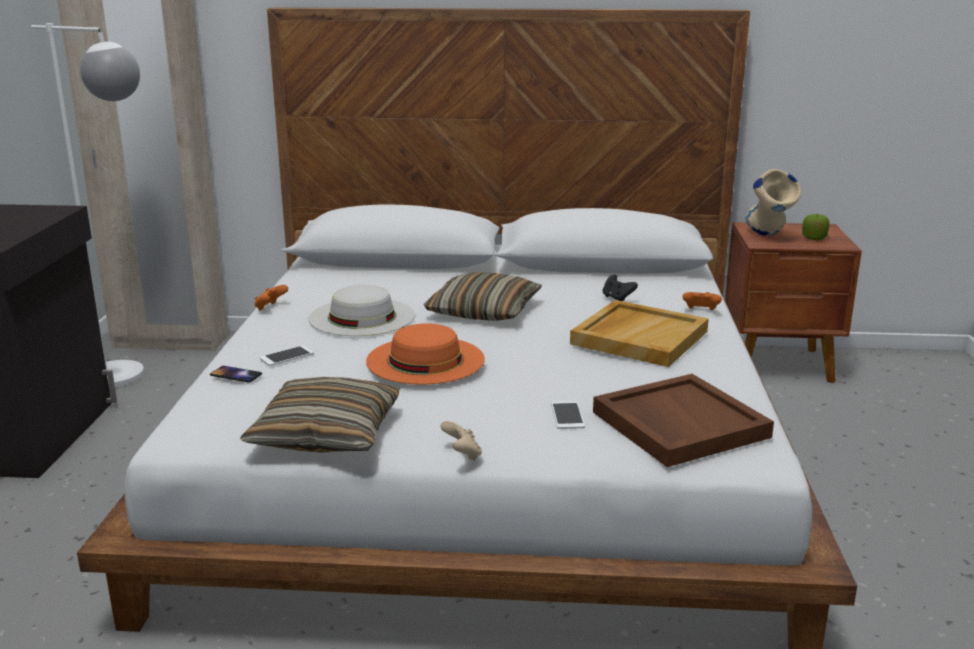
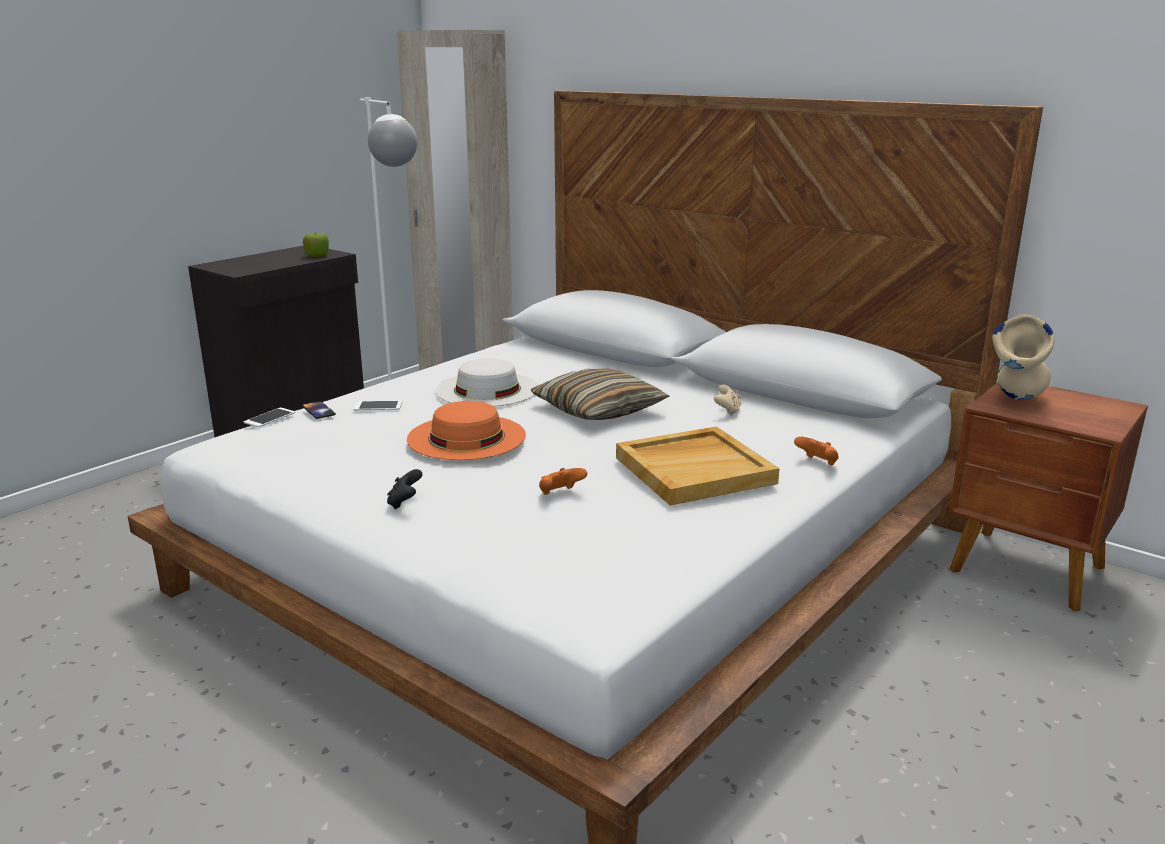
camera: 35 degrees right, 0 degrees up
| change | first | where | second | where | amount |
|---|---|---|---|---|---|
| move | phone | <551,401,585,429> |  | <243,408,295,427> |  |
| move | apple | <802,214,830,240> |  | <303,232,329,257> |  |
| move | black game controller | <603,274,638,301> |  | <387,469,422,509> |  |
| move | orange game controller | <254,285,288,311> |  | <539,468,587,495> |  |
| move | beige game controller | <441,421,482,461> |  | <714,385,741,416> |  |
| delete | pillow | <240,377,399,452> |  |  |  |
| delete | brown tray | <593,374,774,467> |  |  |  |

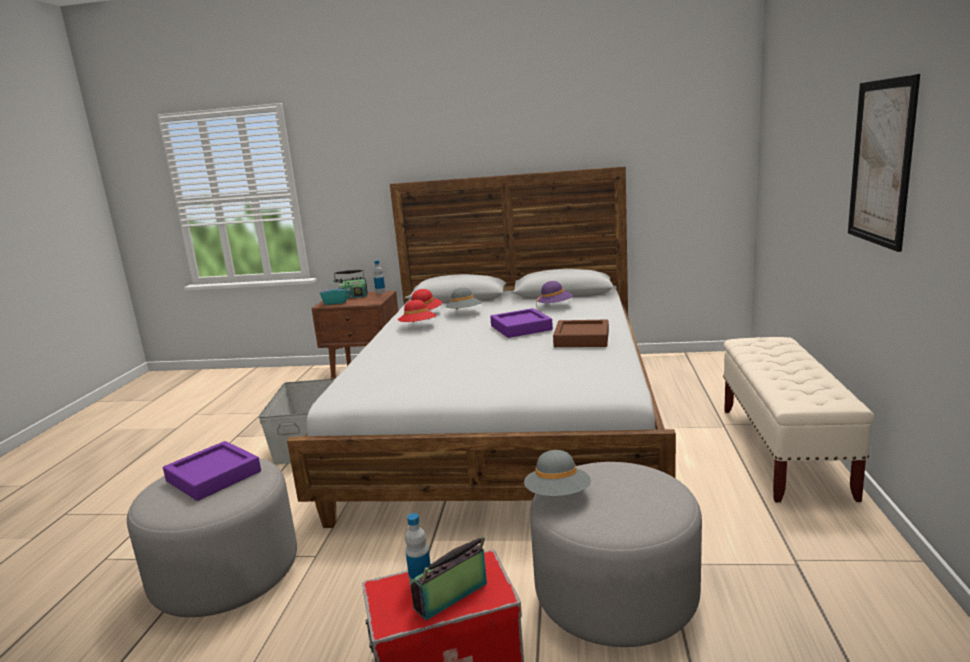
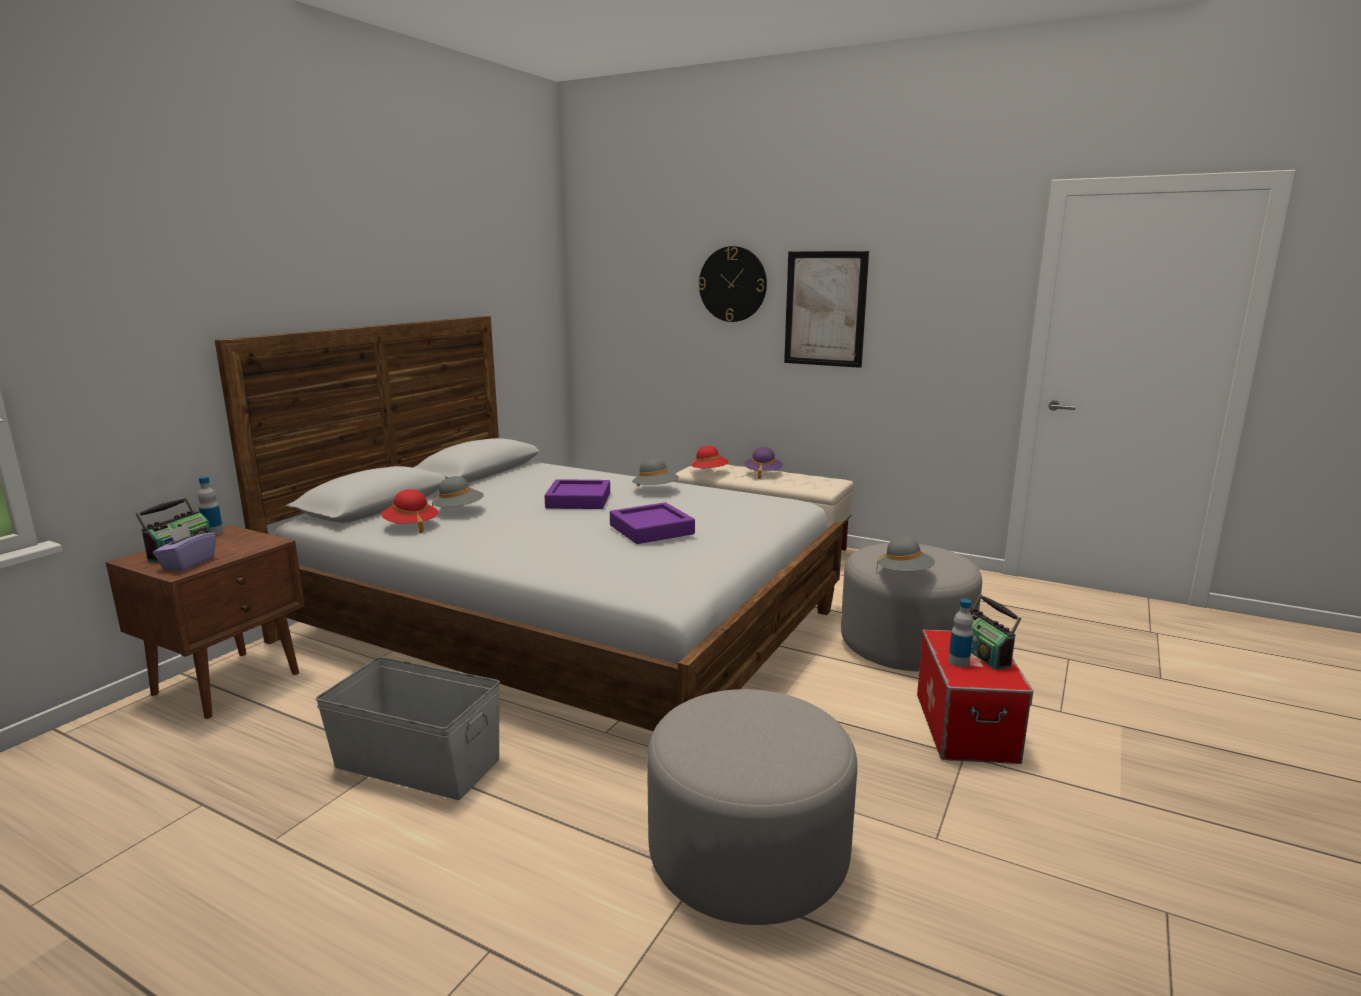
camera: 70 degrees left, 0 degrees up
| change | first | where | second | where | amount |
|---|---|---|---|---|---|
| recolor | turquoise tissue box | <320,282,348,305> | purple tissue box | <153,524,216,571> |  |
| move | purple tray | <163,441,261,501> |  | <610,502,695,544> |  |
| replace | brown tray | <553,319,609,347> | grey hat | <632,458,679,487> |  |
| move | red hat | <398,300,436,322> |  | <690,446,729,472> |  |
| insert |  |  | wall clock | <698,246,767,322> |  |
| move | purple hat | <536,281,573,307> |  | <744,447,783,479> |  |

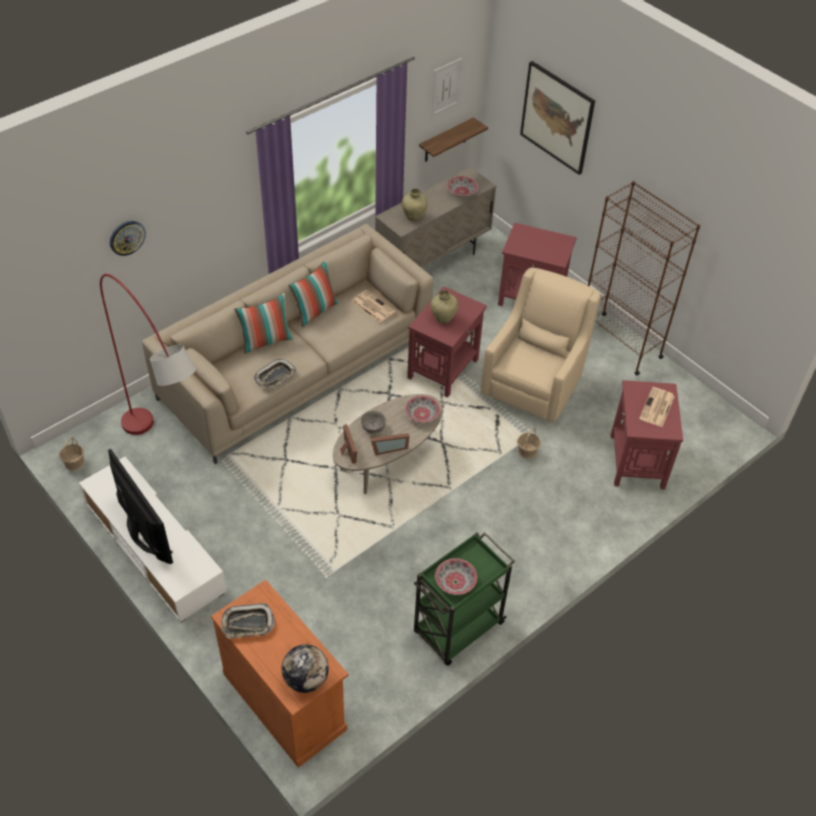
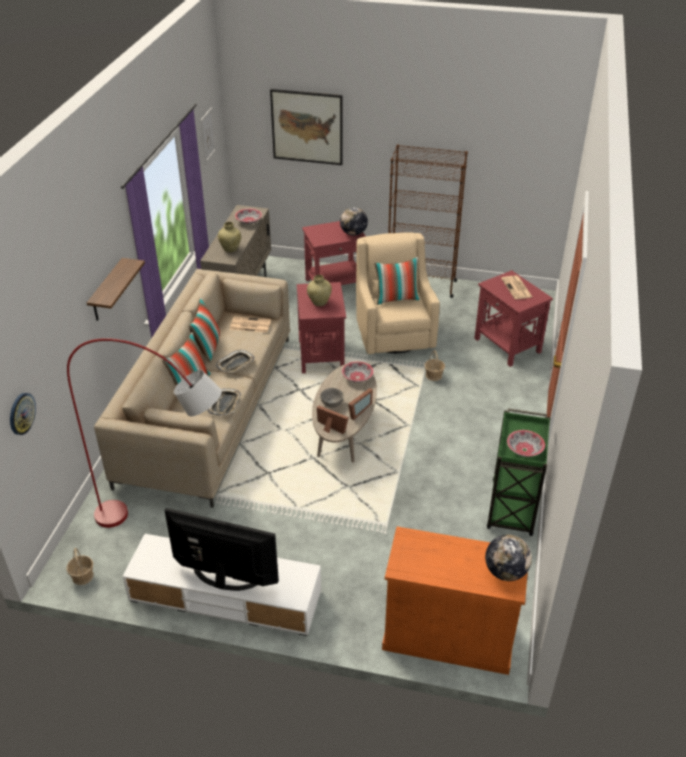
camera: 35 degrees left, 10 degrees down
| change | first | where | second | where | amount |
|---|---|---|---|---|---|
| move | wall clock | <110,221,146,256> |  | <10,393,36,435> |  |
| move | shelf | <419,117,488,162> |  | <87,258,145,321> |  |
| move | tray | <221,603,275,638> |  | <216,350,255,373> |  |
| insert |  |  | globe | <340,207,368,236> |  |
| insert |  |  | pillow | <374,257,420,305> |  |

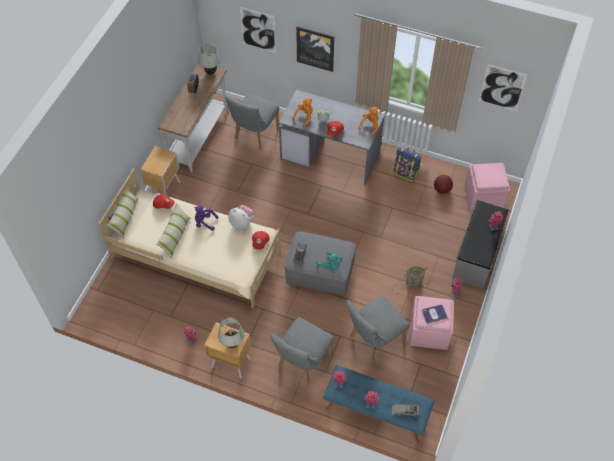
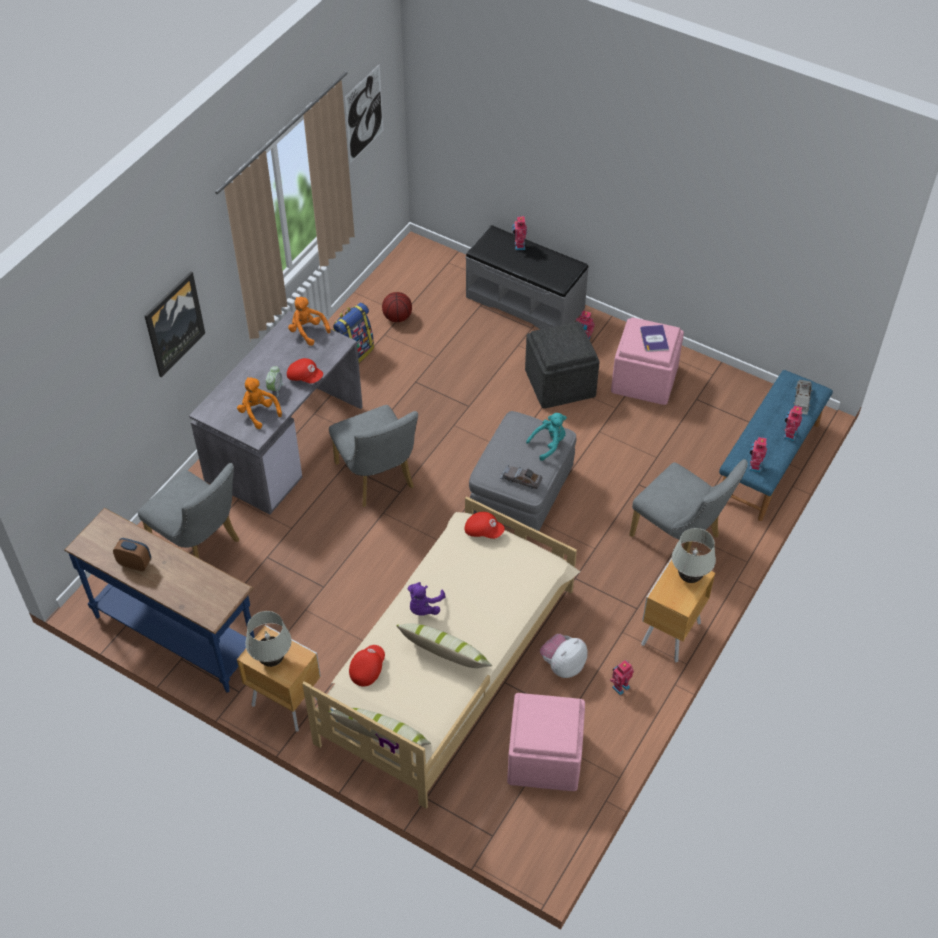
camera: 80 degrees left, 5 degrees down
| change | first | where | second | where | amount |
|---|---|---|---|---|---|
| recolor | white console table | <158,63,228,173> | blue console table | <64,508,255,693> |  |
| move | white table lamp | <198,44,220,74> |  | <245,611,291,667> |  |
| move | grey chair | <346,295,409,362> |  | <329,405,418,507> |  |
| move | pink ottoman | <465,163,510,211> |  | <507,693,585,791> |  |
| replace | basket | <391,266,429,291> | grey ottoman | <525,321,599,409> |  |
| move | plush toy | <228,205,254,230> |  | <540,634,587,678> |  |
| delete | picture | <240,7,276,53> |  |  |  |

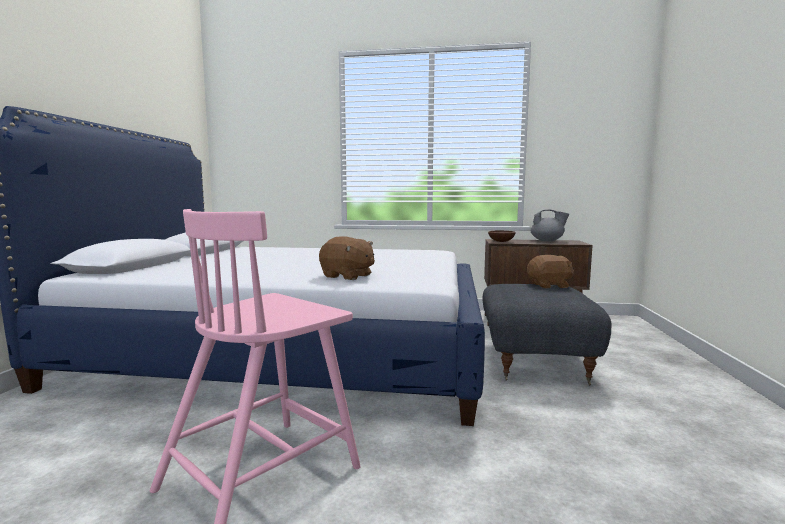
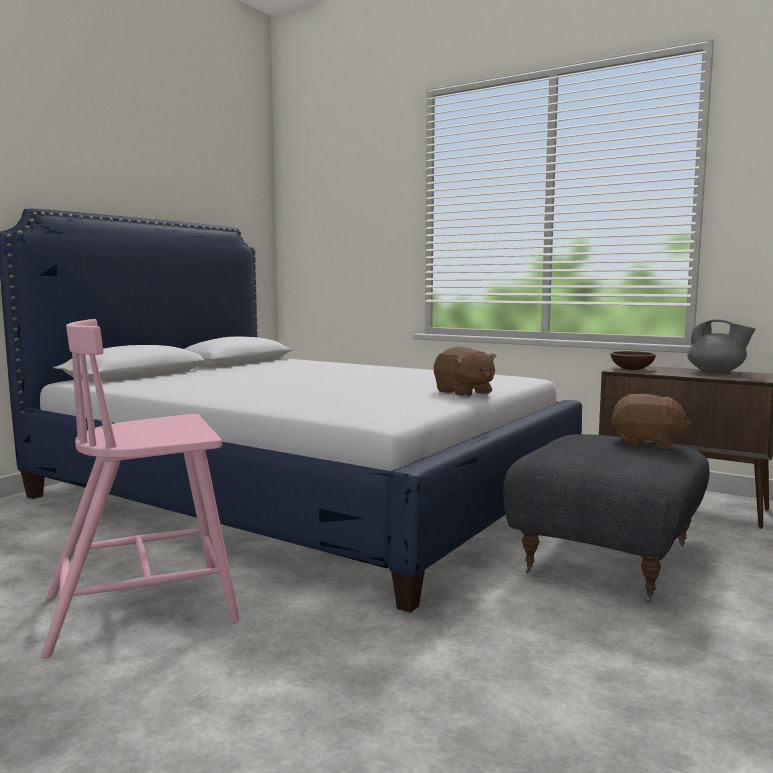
camera: 25 degrees right, 0 degrees up
| change | first | where | second | where | amount |
|---|---|---|---|---|---|
| move | brown plush toy | <319,236,375,280> |  | <434,347,496,397> |  |

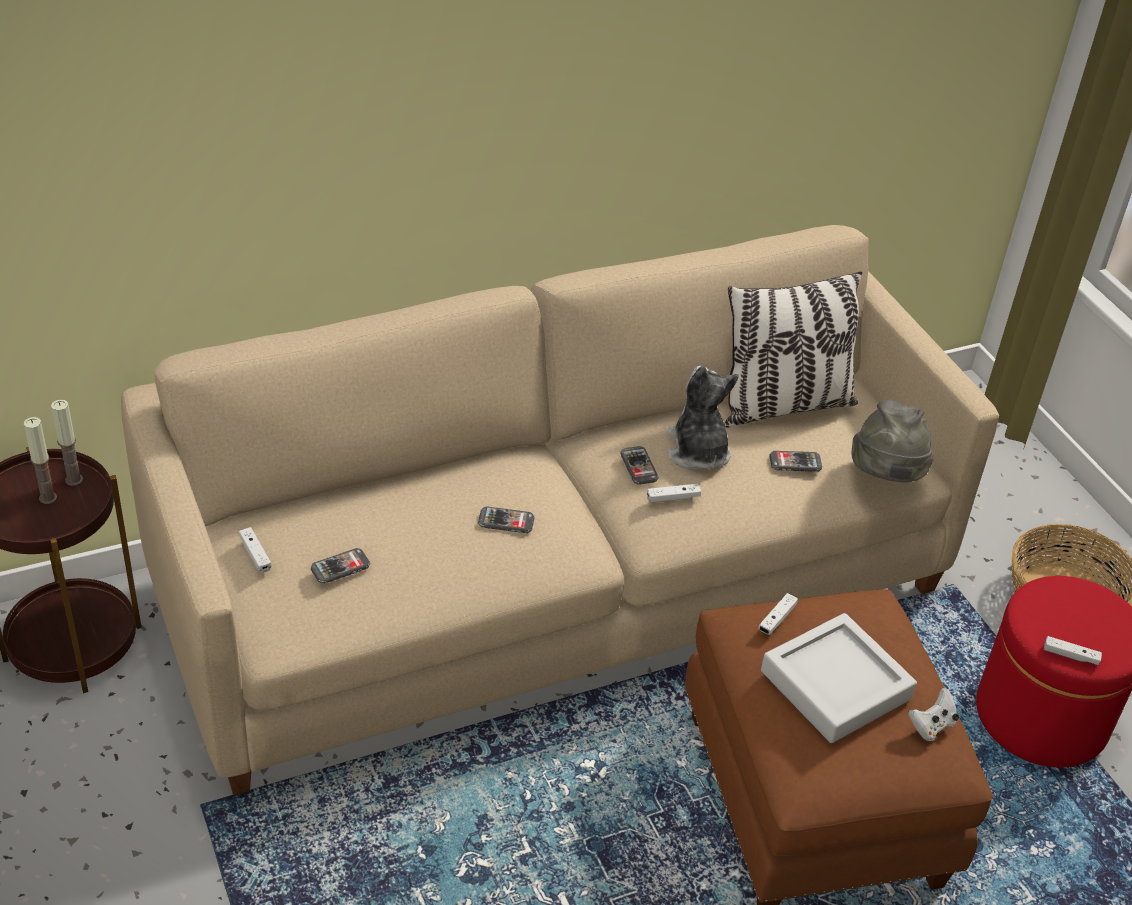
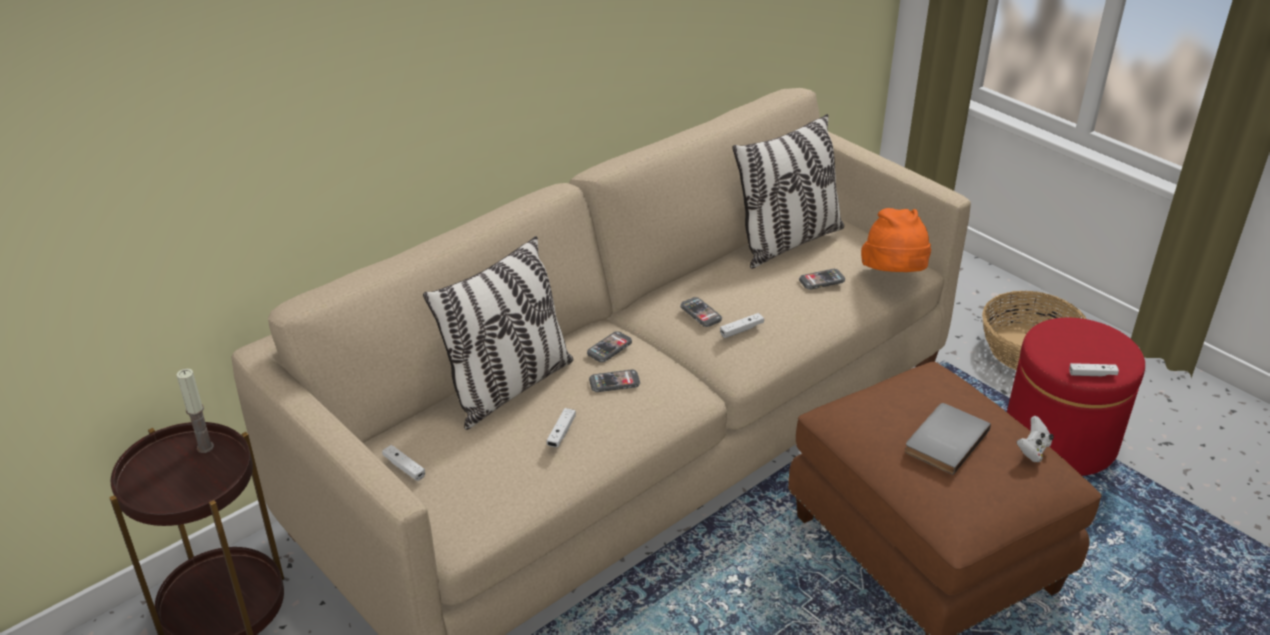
camera: 15 degrees left, 5 degrees down
| change | first | where | second | where | amount |
|---|---|---|---|---|---|
| insert |  |  | pillow | <423,236,574,430> |  |
| move | white game controller | <758,593,798,635> |  | <546,408,576,447> |  |
| move | phone | <311,548,370,584> |  | <587,331,632,362> |  |
| recolor | grey hat | <852,400,933,483> | orange hat | <861,208,931,272> |  |
| replace | grey tray | <761,613,917,743> | grey book | <905,403,991,475> |  |
| delete | candle | <24,417,57,504> |  |  |  |
| delete | plush toy | <667,365,739,470> |  |  |  |

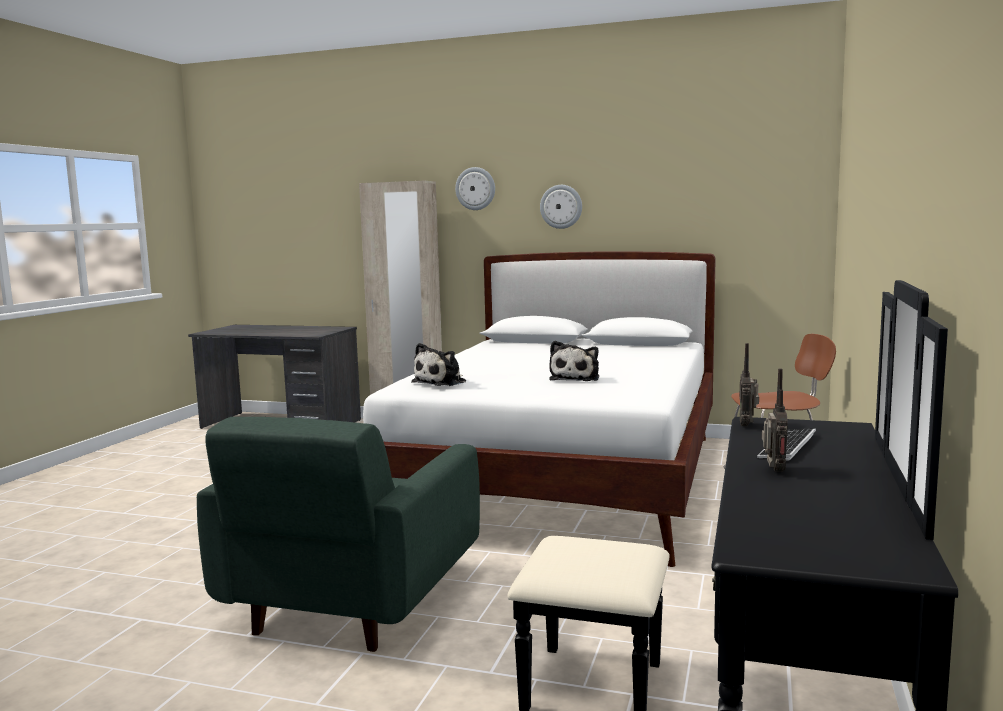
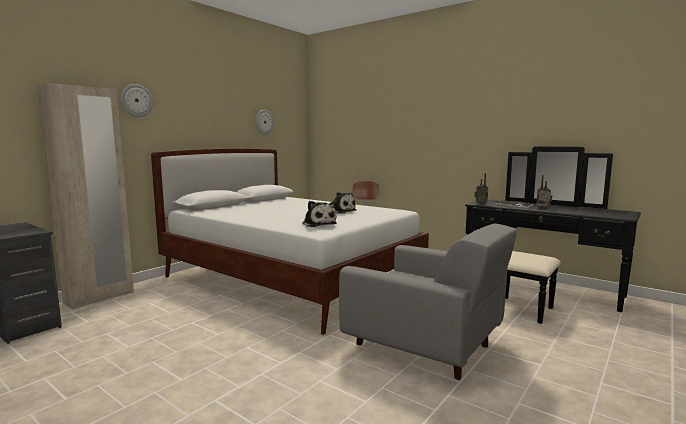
camera: 70 degrees left, 0 degrees up
| change | first | where | second | where | amount |
|---|---|---|---|---|---|
| move | wall clock | <540,185,582,229> |  | <255,110,274,135> |  |
| recolor | green armchair | <197,417,480,652> | grey armchair | <339,224,517,380> |  |

